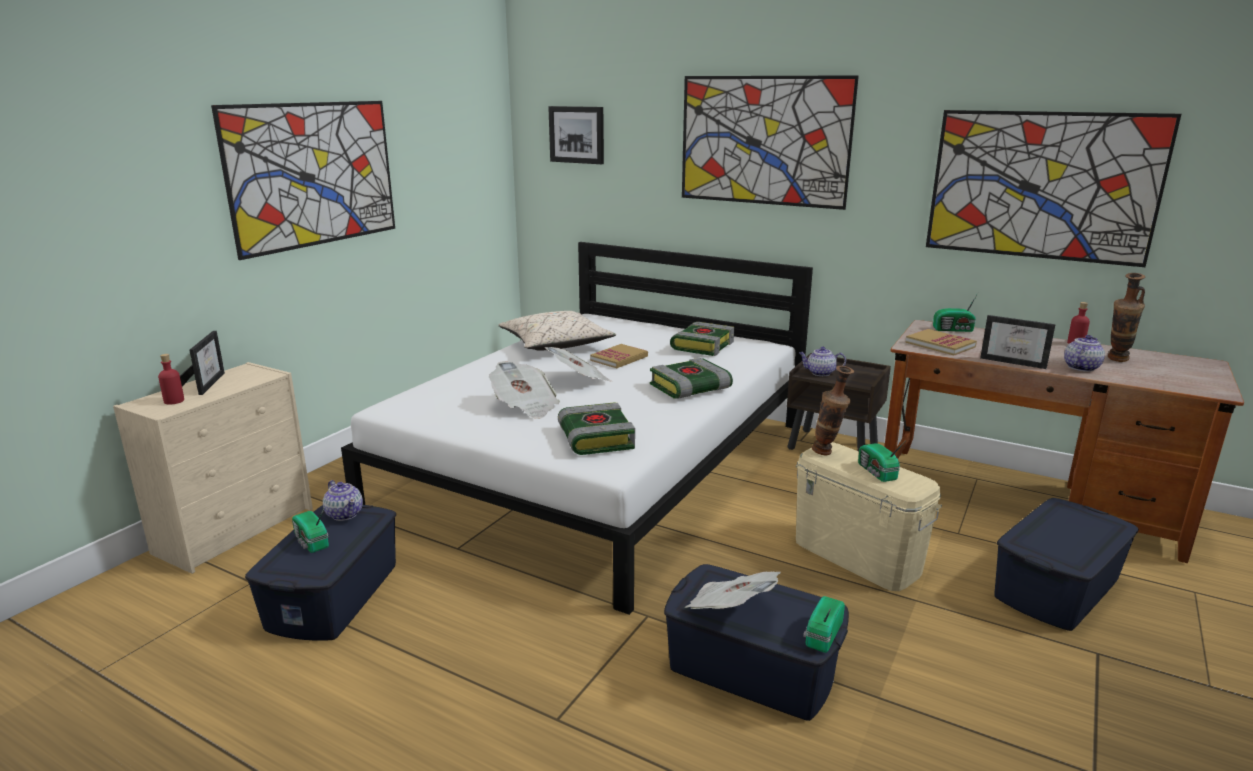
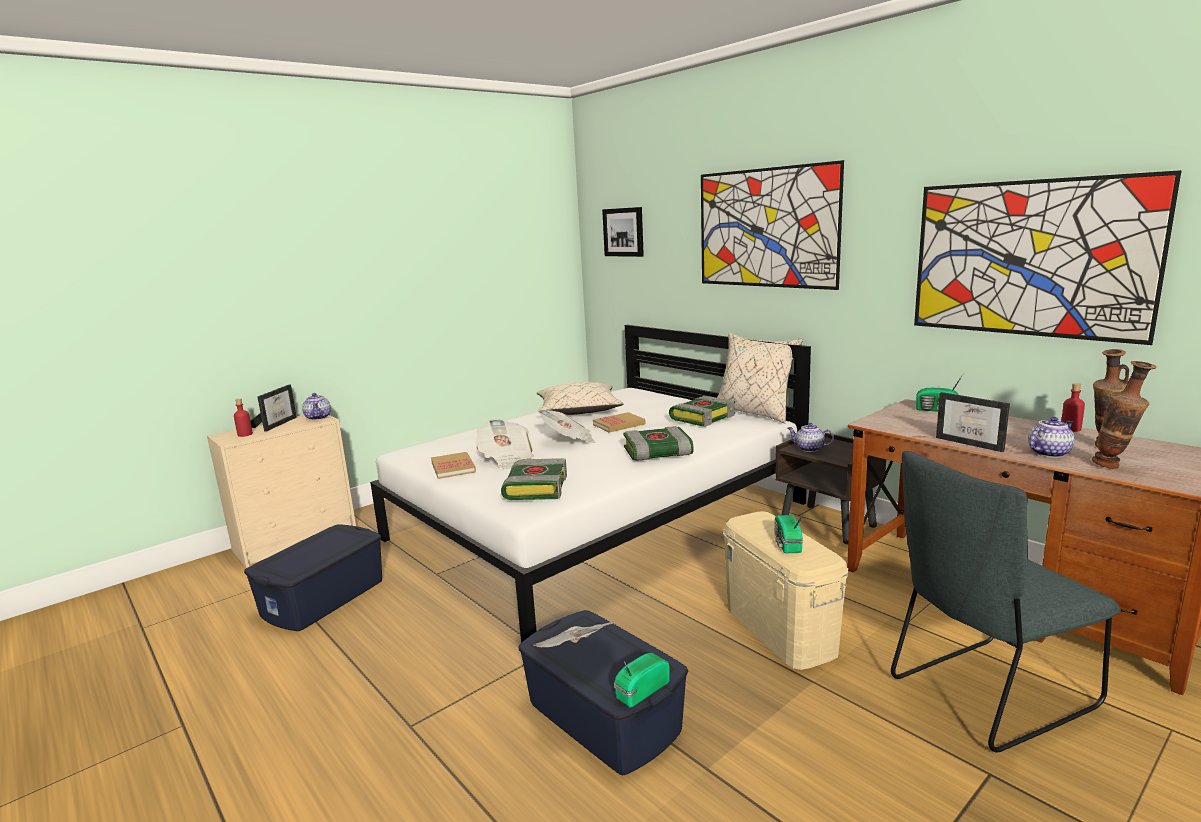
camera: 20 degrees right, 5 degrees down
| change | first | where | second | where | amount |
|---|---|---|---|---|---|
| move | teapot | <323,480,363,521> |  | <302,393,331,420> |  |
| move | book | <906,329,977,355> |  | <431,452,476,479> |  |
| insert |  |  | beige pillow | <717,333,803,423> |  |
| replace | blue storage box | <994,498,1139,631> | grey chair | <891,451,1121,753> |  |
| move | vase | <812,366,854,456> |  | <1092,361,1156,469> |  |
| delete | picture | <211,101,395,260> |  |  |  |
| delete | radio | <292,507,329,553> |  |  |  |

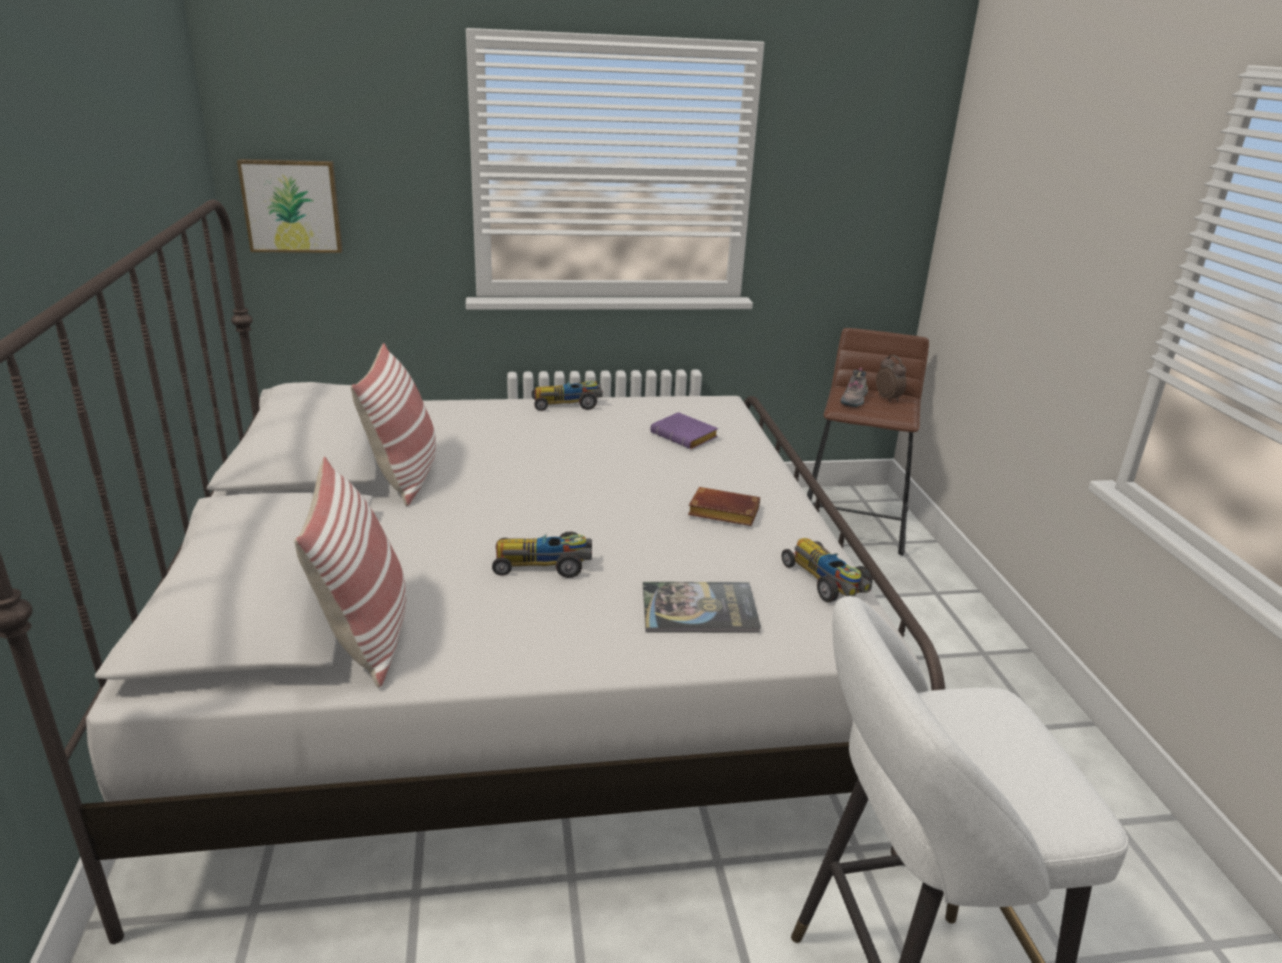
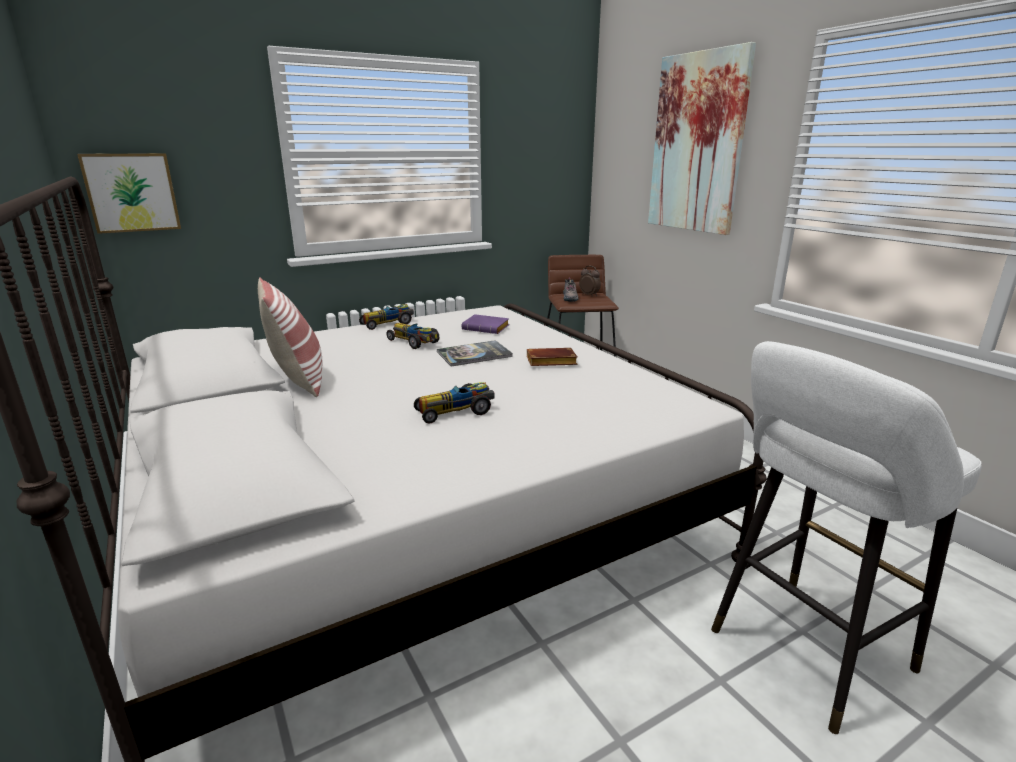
camera: 20 degrees left, 5 degrees down
| change | first | where | second | where | amount |
|---|---|---|---|---|---|
| move | toy car | <782,538,872,603> |  | <387,323,439,349> |  |
| move | book | <643,582,761,633> |  | <437,340,513,367> |  |
| insert |  |  | picture | <648,42,756,235> |  |
| delete | pillow | <294,457,406,687> |  |  |  |

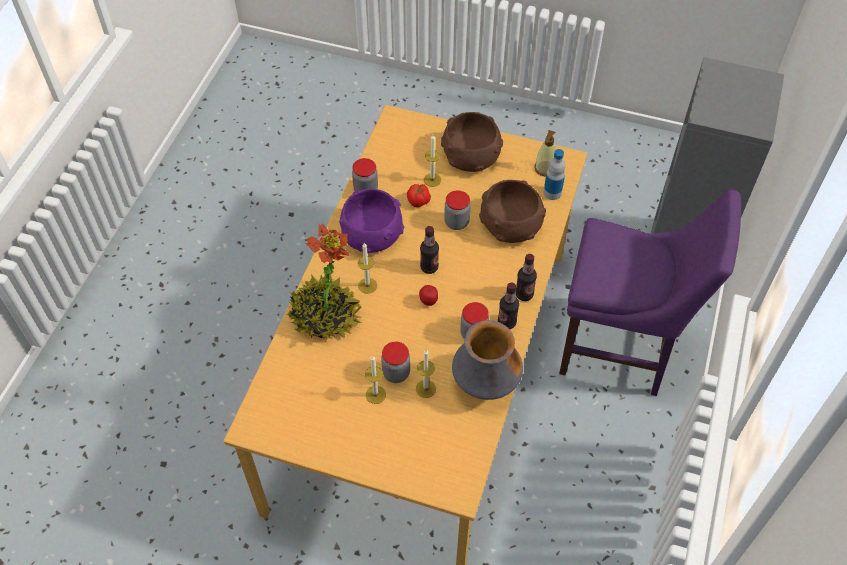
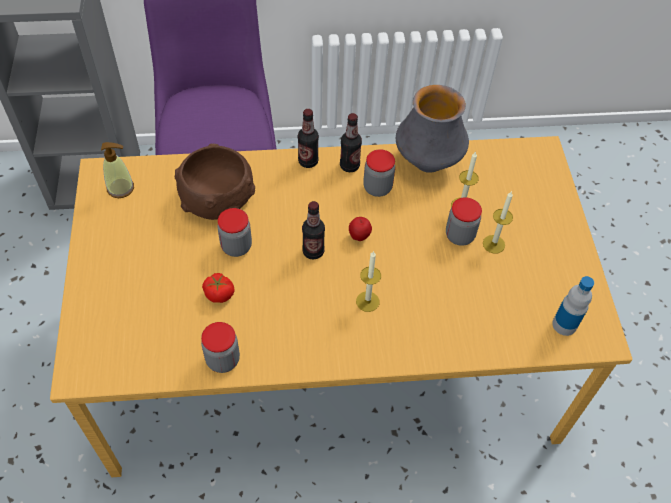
camera: 115 degrees left, 0 degrees up
| change | first | where | second | where | amount |
|---|---|---|---|---|---|
| move | bottle | <543,149,566,200> |  | <552,276,594,336> |  |
| delete | potted plant | <287,224,361,340> |  |  |  |
| delete | purple bowl | <339,189,404,253> |  |  |  |
| delete | candle | <424,135,441,187> |  |  |  |
| delete | brown bowl | <441,112,503,172> |  |  |  |

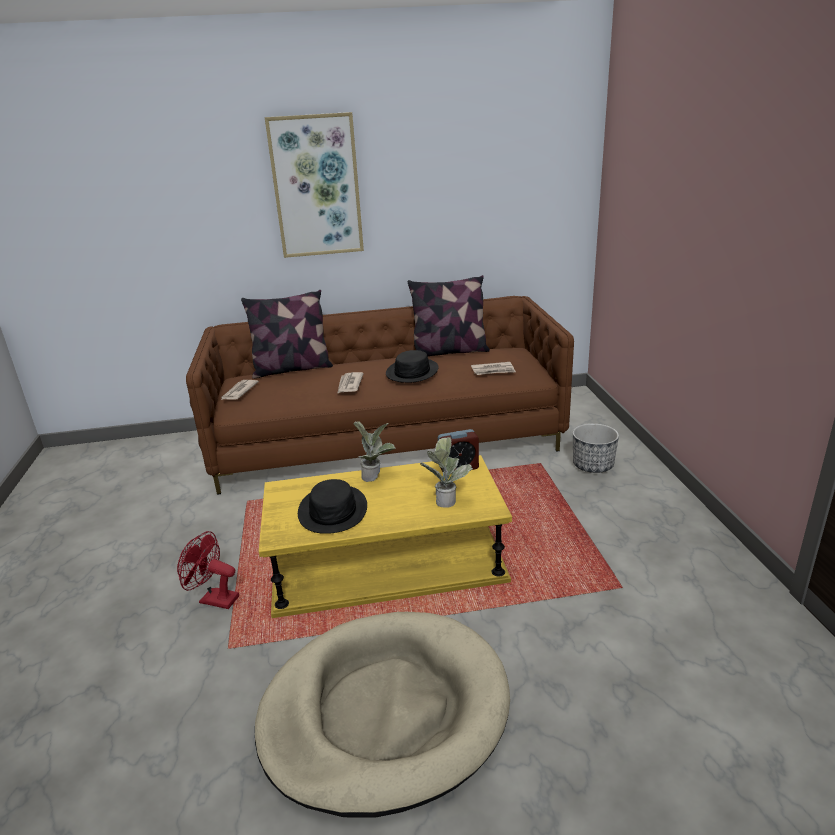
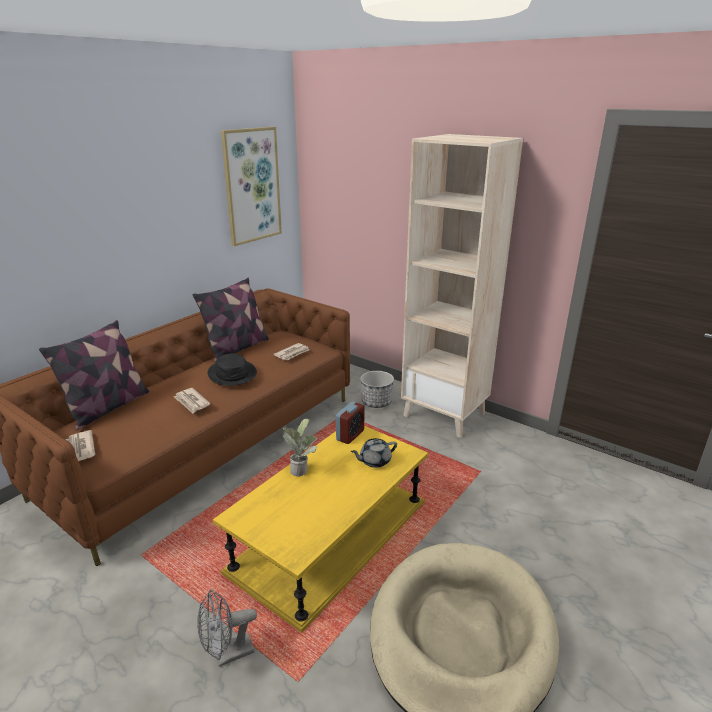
camera: 45 degrees left, 0 degrees up
| change | first | where | second | where | amount |
|---|---|---|---|---|---|
| recolor | red fan | <177,531,239,609> | grey fan | <197,589,257,667> |  |
| move | picture | <265,112,364,258> |  | <221,127,282,246> |  |
| replace | potted plant | <421,437,473,508> | grey teapot | <351,438,397,468> |  |
| insert |  |  | beige bookcase | <401,134,523,438> |  |
| delete | black hat | <298,479,367,534> |  |  |  |

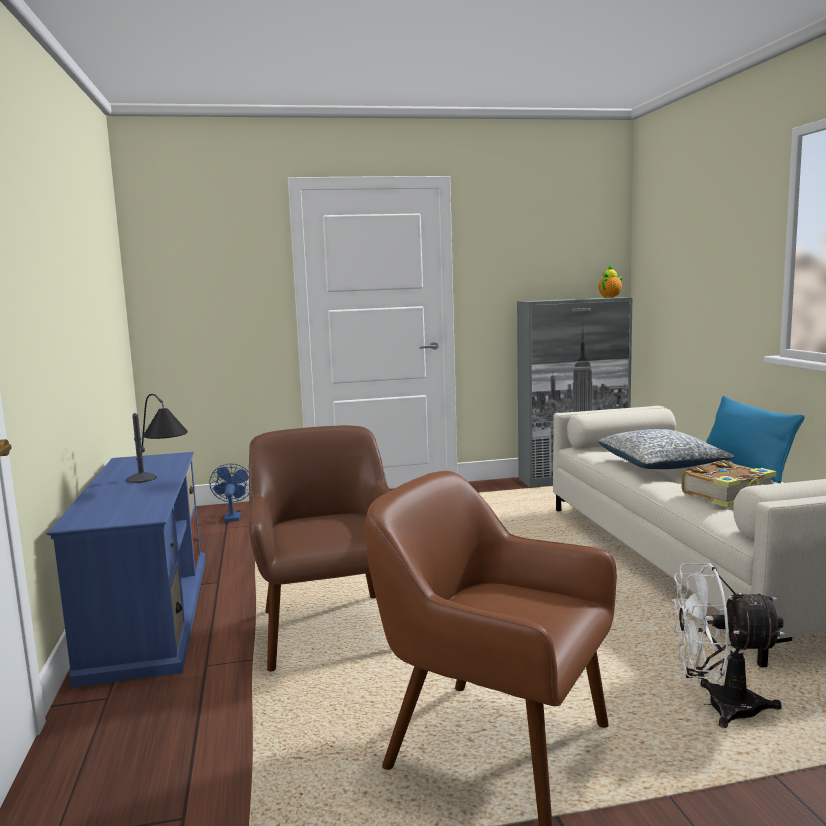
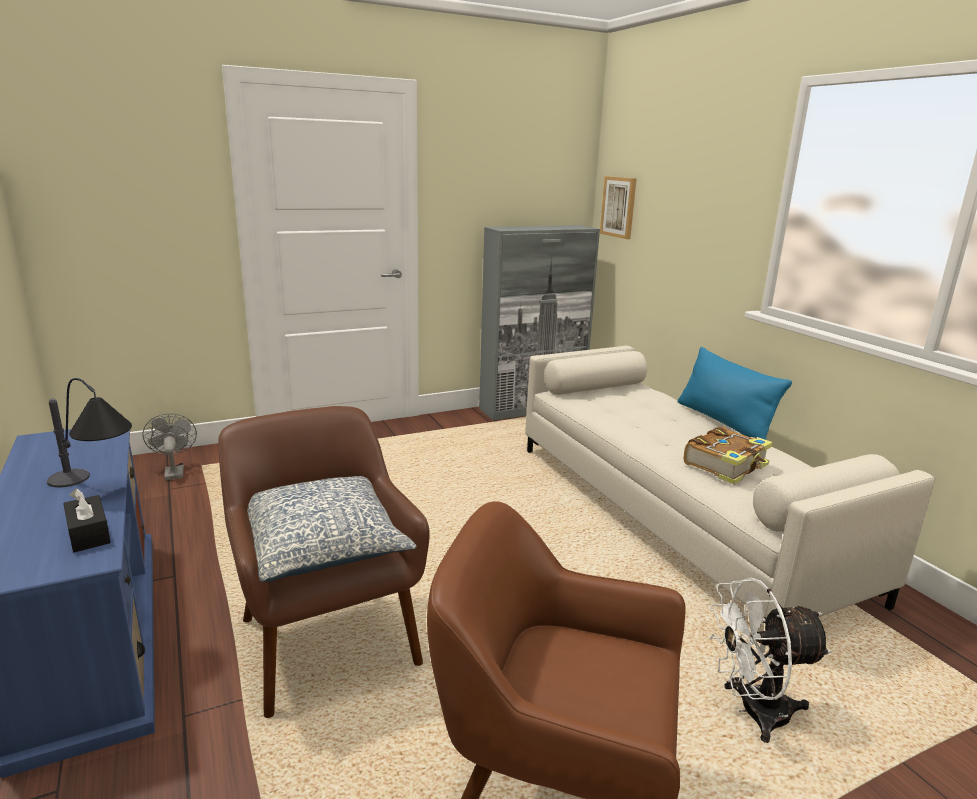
camera: 15 degrees left, 10 degrees up
| change | first | where | second | where | amount |
|---|---|---|---|---|---|
| insert |  |  | black tissue box | <63,489,111,552> |  |
| recolor | blue fan | <209,464,249,522> | grey fan | <142,413,197,480> |  |
| move | pillow | <598,429,734,469> |  | <247,476,417,582> |  |
| insert |  |  | picture | <600,176,636,239> |  |
| delete | teapot | <599,265,622,298> |  |  |  |

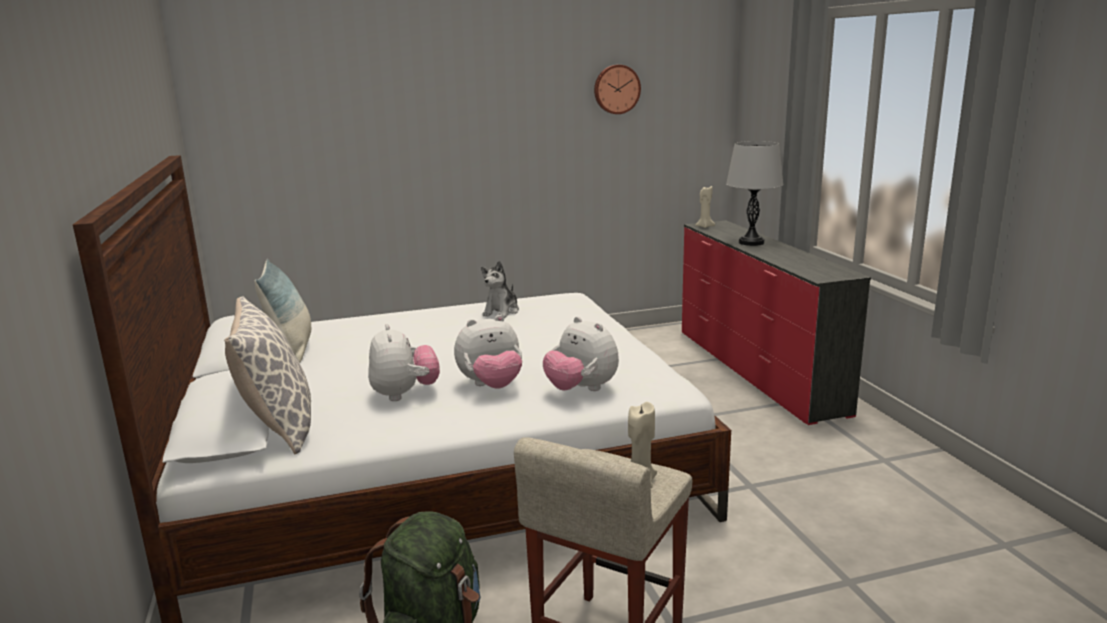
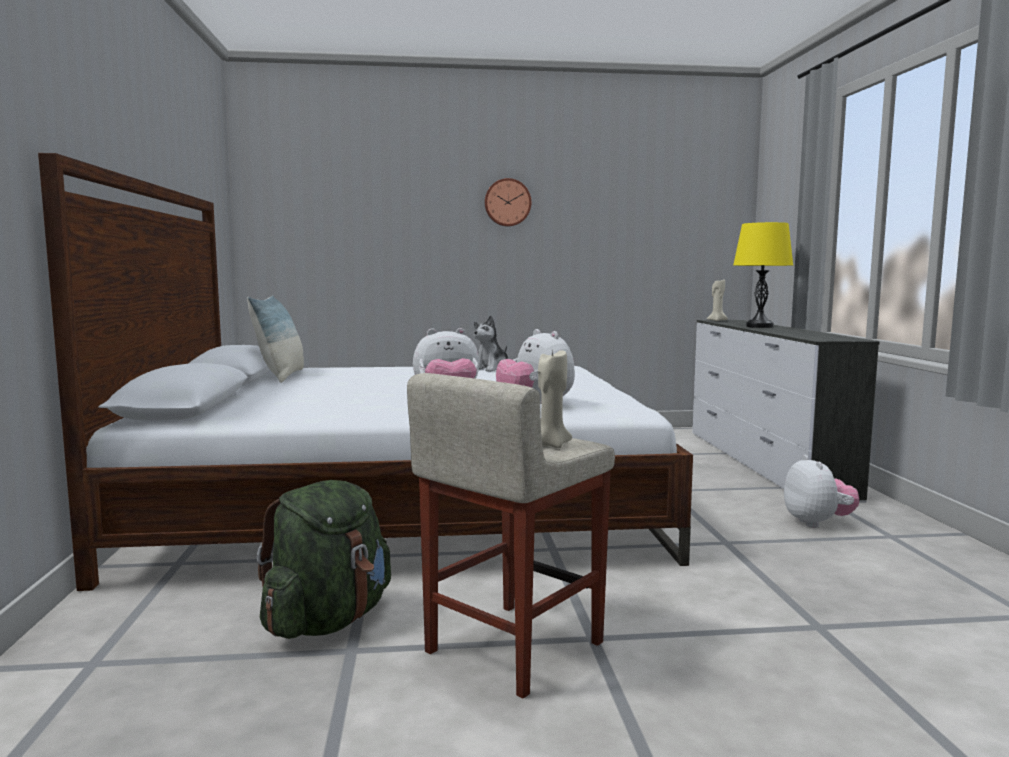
camera: 10 degrees right, 10 degrees down
| change | first | where | second | where | amount |
|---|---|---|---|---|---|
| move | wall clock | <594,65,641,114> |  | <485,178,531,226> |  |
| recolor | red dresser | <682,220,871,425> | white dresser | <693,320,880,503> |  |
| recolor | grey table lamp | <726,141,784,246> | yellow table lamp | <733,222,793,328> |  |
| move | plush toy | <368,324,440,401> |  | <784,455,859,528> |  |
| delete | pillow | <224,296,311,455> |  |  |  |

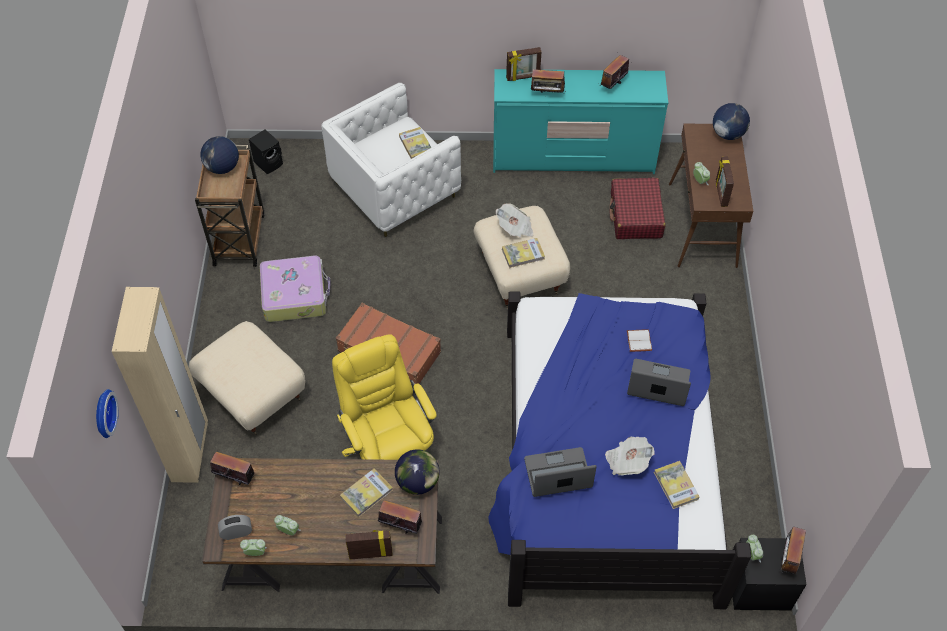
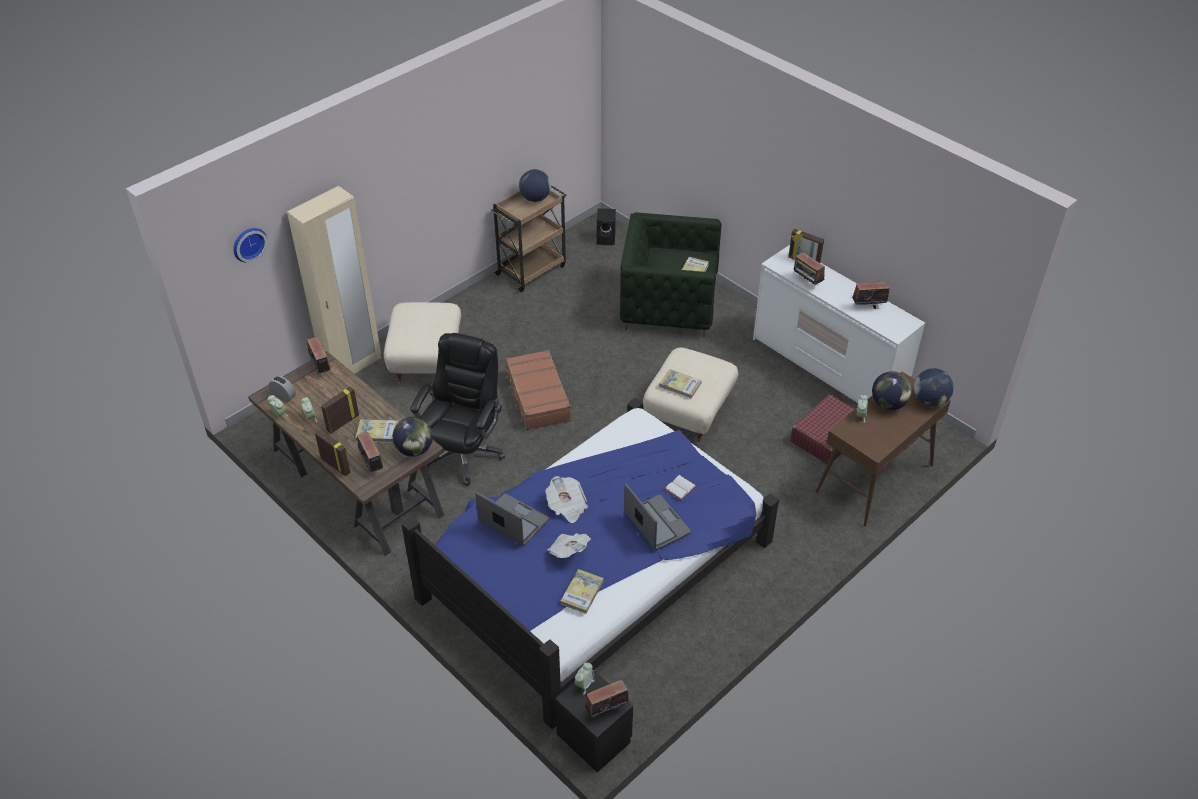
camera: 45 degrees right, 10 degrees down
| change | first | where | second | where | amount |
|---|---|---|---|---|---|
| move | picture frame | <716,156,734,207> |  | <321,387,359,434> |  |
| recolor | yellow office chair | <332,334,437,460> | black office chair | <410,333,505,486> |  |
| move | newspaper | <496,203,533,237> |  | <545,476,588,523> |  |
| recolor | white armchair | <321,83,461,237> | green armchair | <620,212,722,337> |  |
| recolor | turquoise dresser | <493,69,668,174> | white dresser | <753,245,925,403> |  |
| insert |  |  | globe | <872,371,912,410> |  |
| delete | suitcase | <260,255,331,322> |  |  |  |

